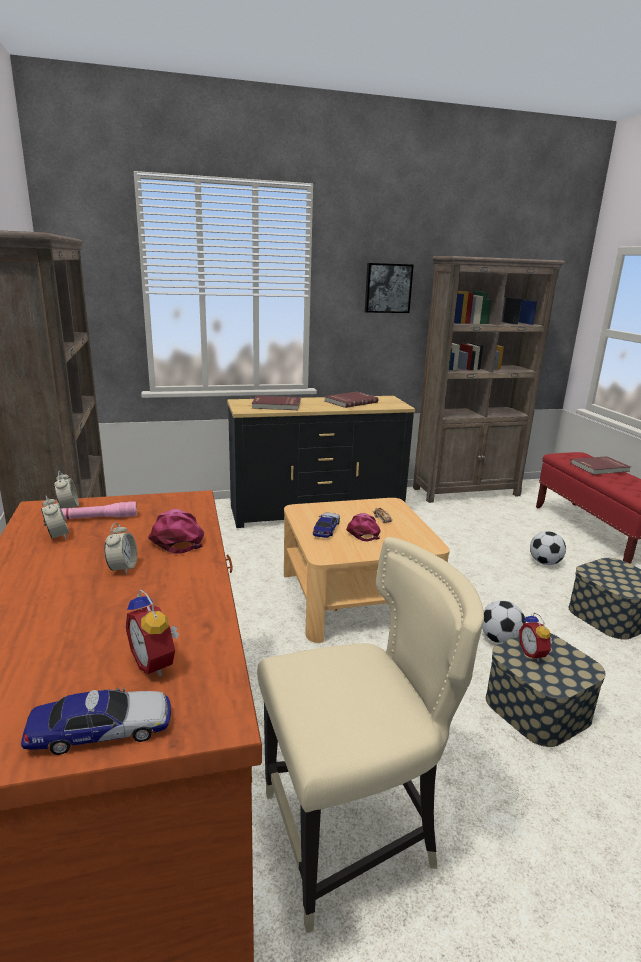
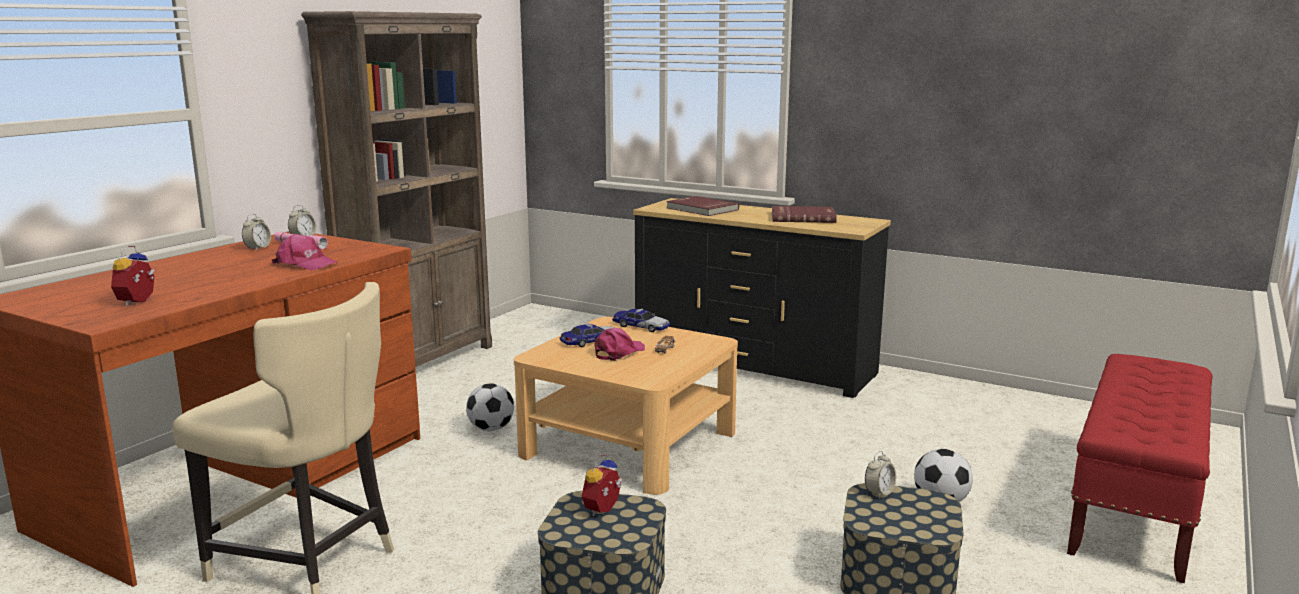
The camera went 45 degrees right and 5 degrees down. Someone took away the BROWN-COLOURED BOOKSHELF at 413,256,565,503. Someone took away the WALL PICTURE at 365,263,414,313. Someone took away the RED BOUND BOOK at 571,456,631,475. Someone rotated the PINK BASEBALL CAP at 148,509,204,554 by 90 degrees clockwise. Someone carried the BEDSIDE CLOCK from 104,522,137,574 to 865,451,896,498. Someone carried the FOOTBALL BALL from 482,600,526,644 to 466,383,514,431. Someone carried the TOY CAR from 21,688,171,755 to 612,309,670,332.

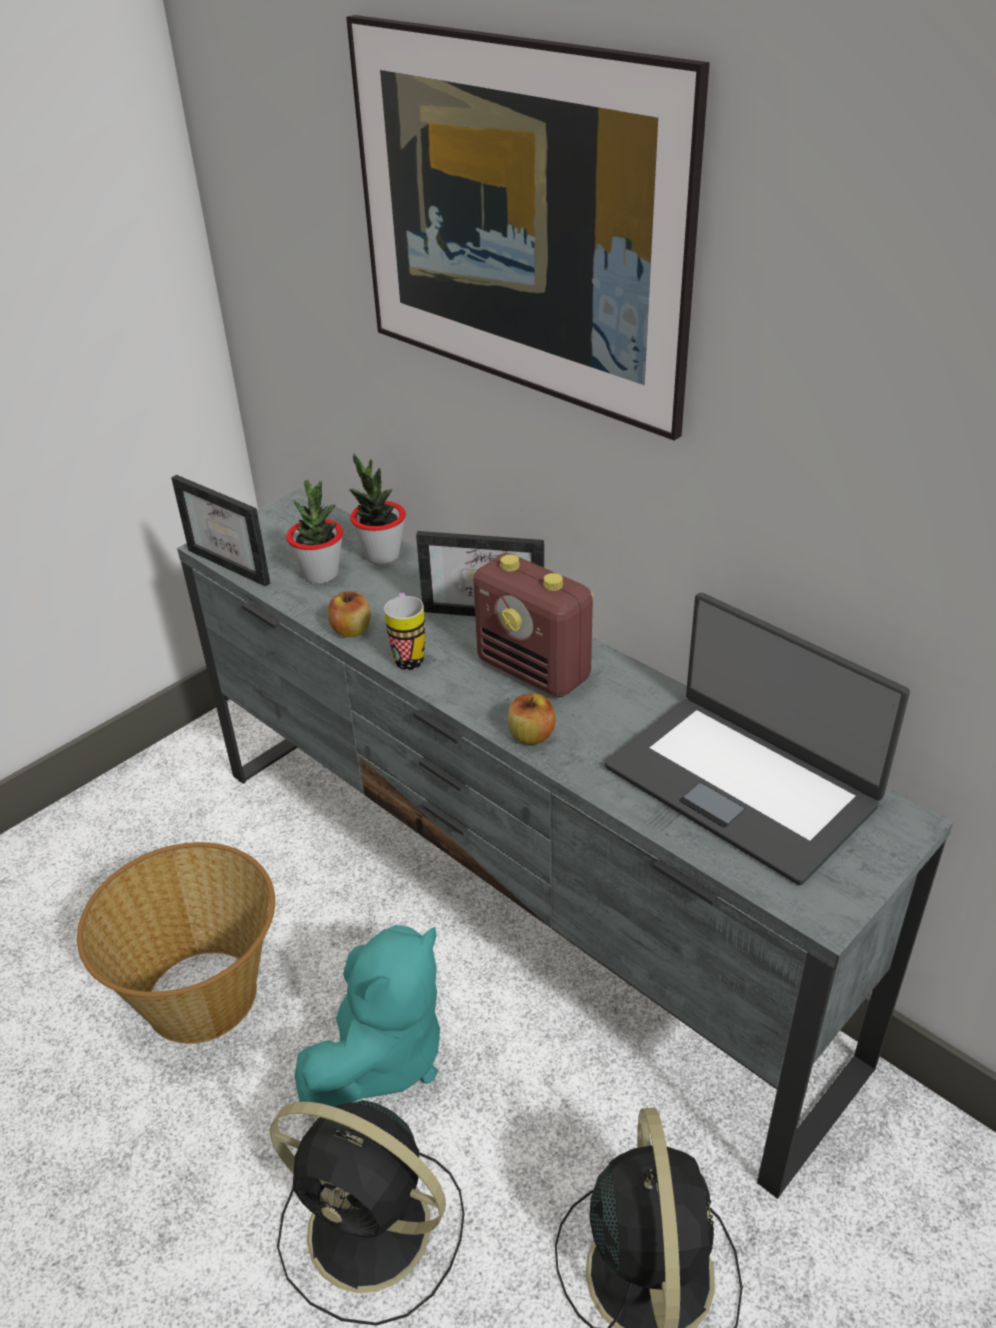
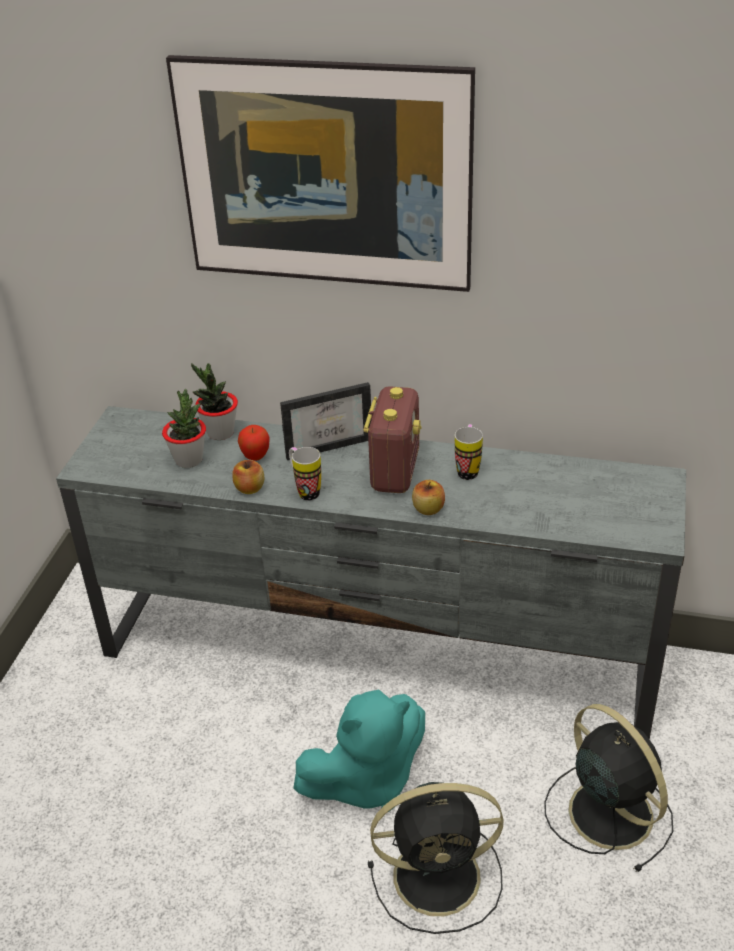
The camera went 30 degrees left and 0 degrees up. Someone took away the STANDING FRAME at 171,475,270,587. Someone rotated the RADIO RECEIVER at 473,553,593,698 by 90 degrees counterclockwise. Someone took away the LAPTOP at 605,593,910,885. Someone took away the STORAGE BASKET at 77,842,275,1044. Someone rotated the TURQUOISE PLUSH TOY at 295,925,440,1107 by 60 degrees clockwise. Someone put down the TEA MUG at 455,424,483,480. Someone put down the APPLE at 238,425,270,461.

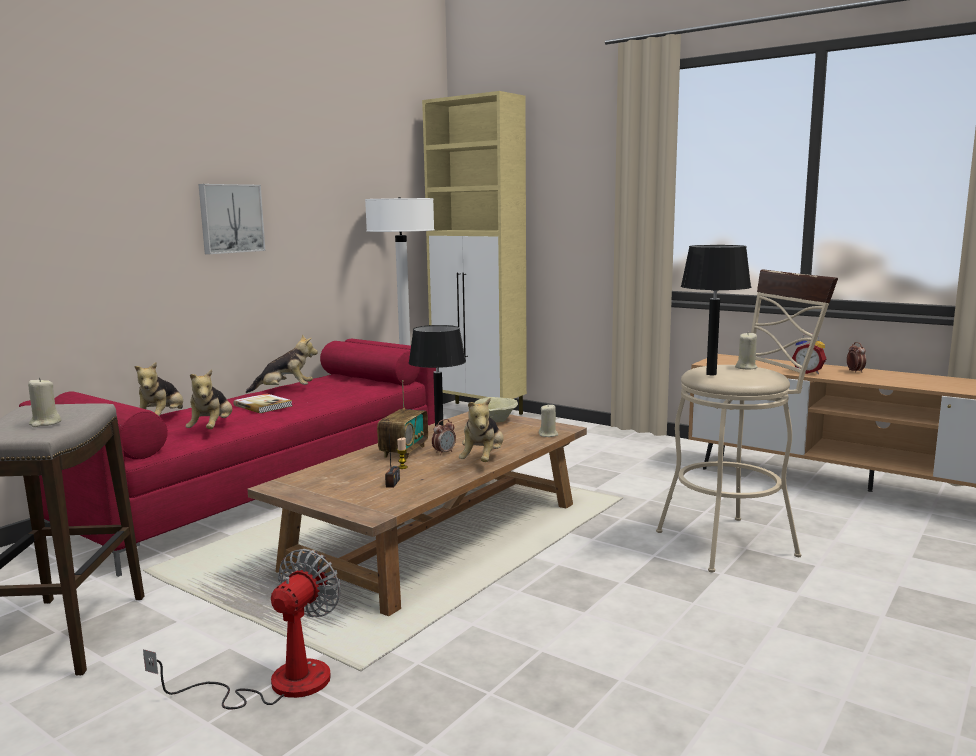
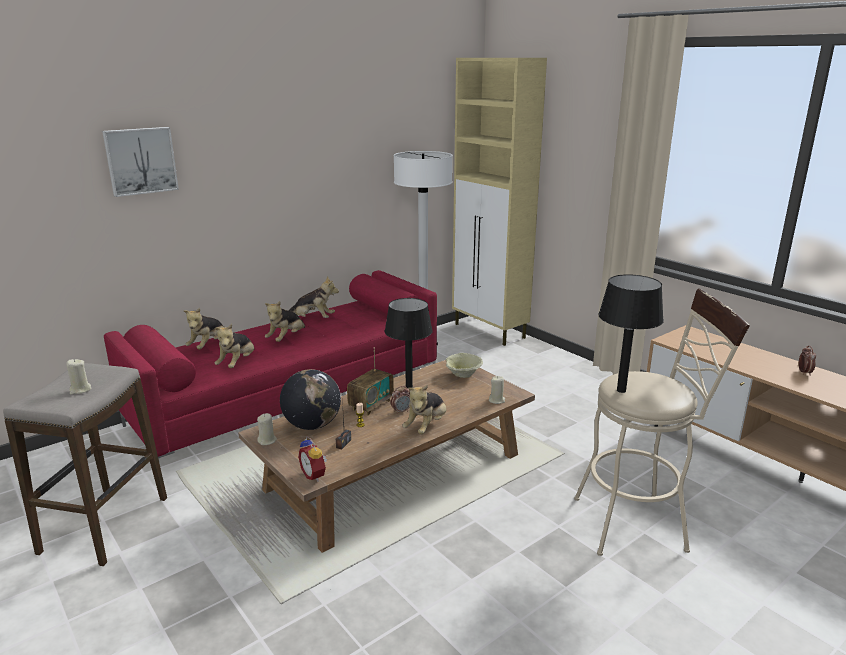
The camera went 15 degrees right and 10 degrees up. Someone carried the WALL PICTURE from 198,184,266,254 to 102,127,179,197. Someone carried the BEIGE-COLOURED WAX CANDLE from 735,333,757,370 to 257,413,277,445. Someone carried the BEDSIDE CLOCK from 792,333,826,374 to 298,436,327,482. Someone swapped the BOUND BOOK at 233,393,292,413 for the PLUSH TOY at 265,301,305,342. Someone took away the ELECTRIC FAN at 143,549,341,709. Someone put down the DESK GLOBE at 280,369,341,430.

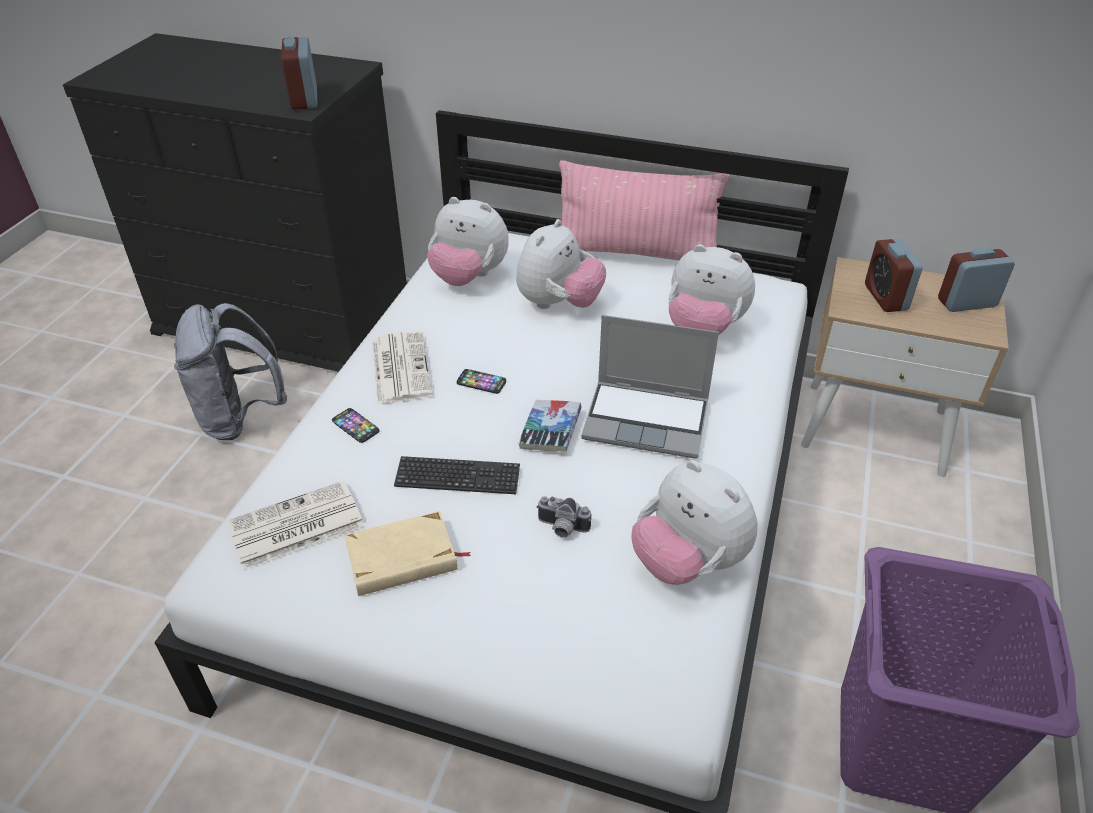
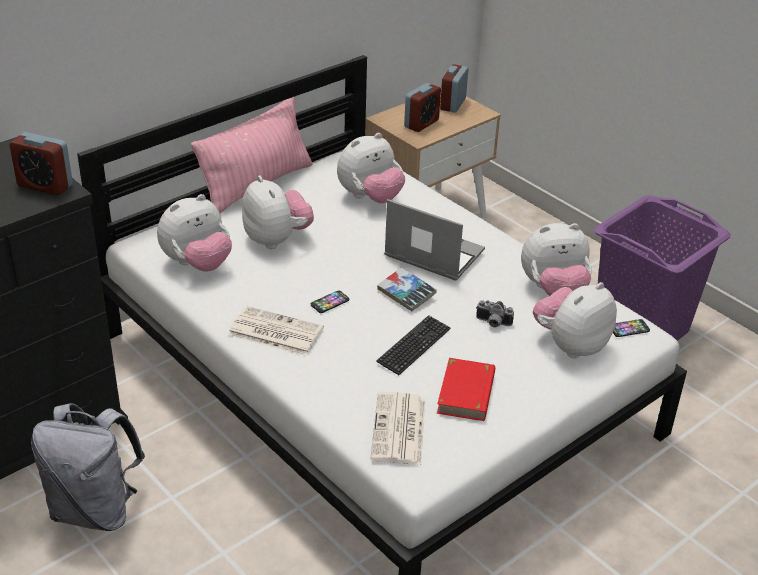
The camera went 60 degrees left and 5 degrees down. Someone rotated the BEDSIDE CLOCK at 865,239,923,312 by 75 degrees counterclockwise. Someone rotated the LAPTOP at 581,315,719,458 by 105 degrees counterclockwise. Someone carried the PHONE from 332,408,379,443 to 613,319,650,337. Someone rotated the STILL CAMERA at 536,496,591,538 by 60 degrees clockwise. Someone repainted the BEIGE-COLOURED BOUND BOOK at 344,511,471,596, which became the RED BOUND BOOK at 437,358,495,421. Someone put down the PLUSH TOY at 533,282,617,358.

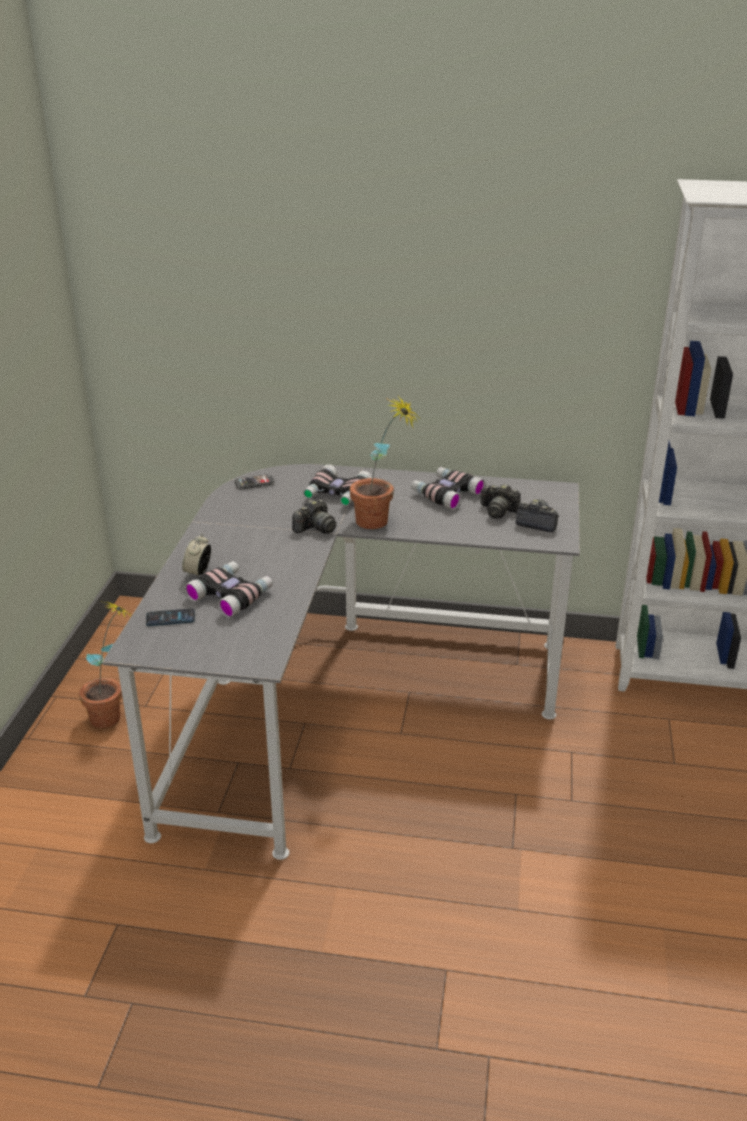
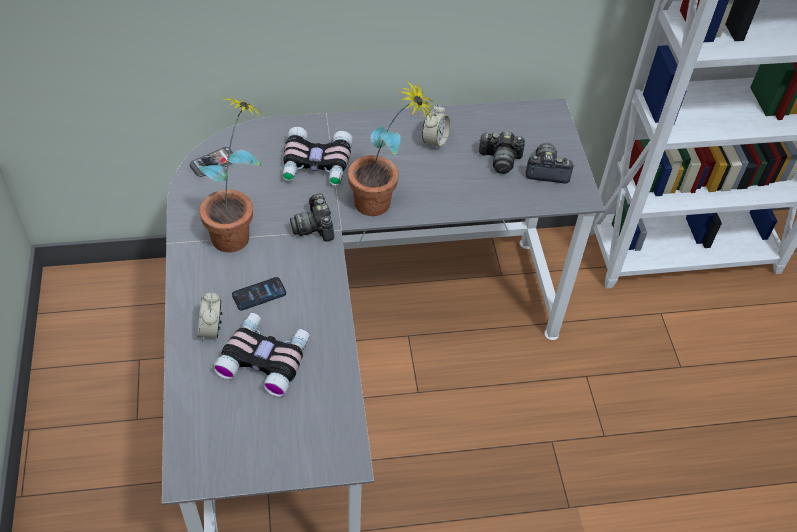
The camera went 20 degrees left and 20 degrees up. Someone swapped the FIELD GLASSES at 411,467,486,510 for the BEDSIDE CLOCK at 422,104,451,151. Someone rotated the STILL CAMERA at 292,499,336,534 by 135 degrees clockwise. Someone carried the HOUSEPLANT from 79,602,131,728 to 199,97,263,253. Someone carried the PHONE from 146,608,195,626 to 232,277,286,311.

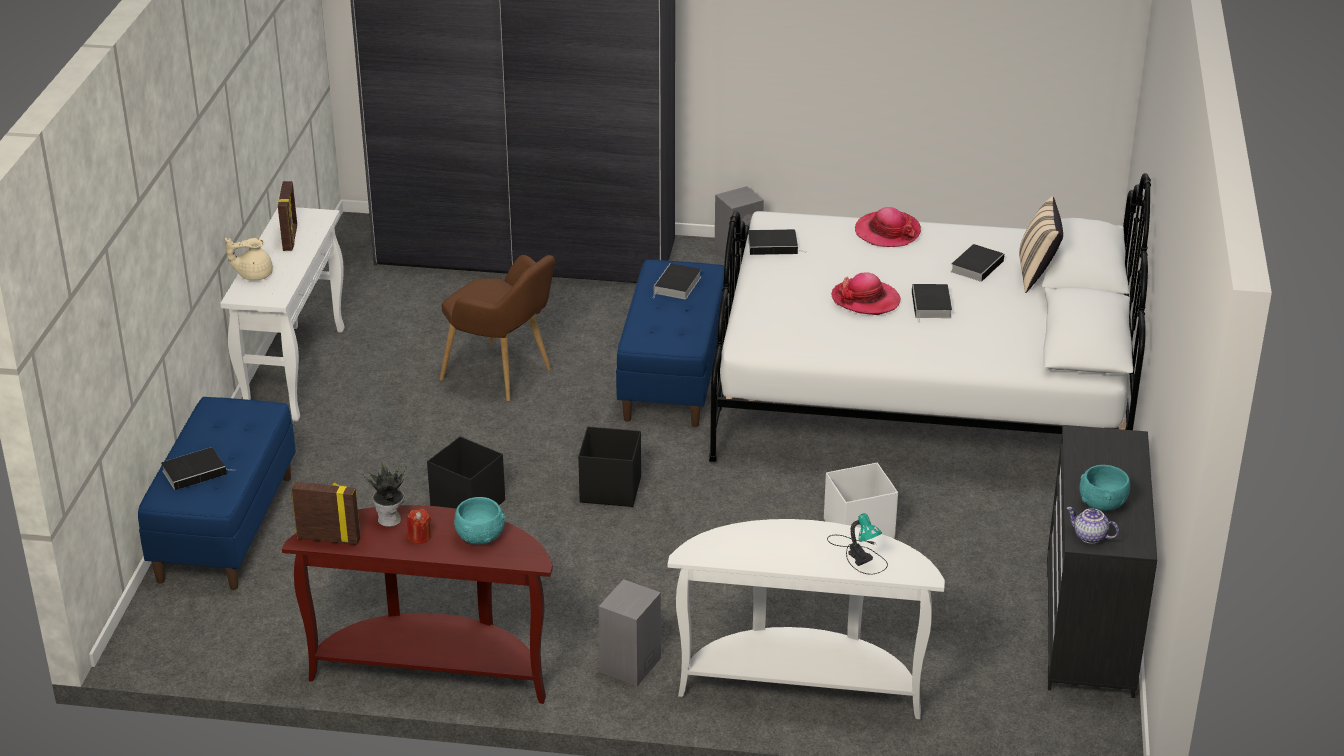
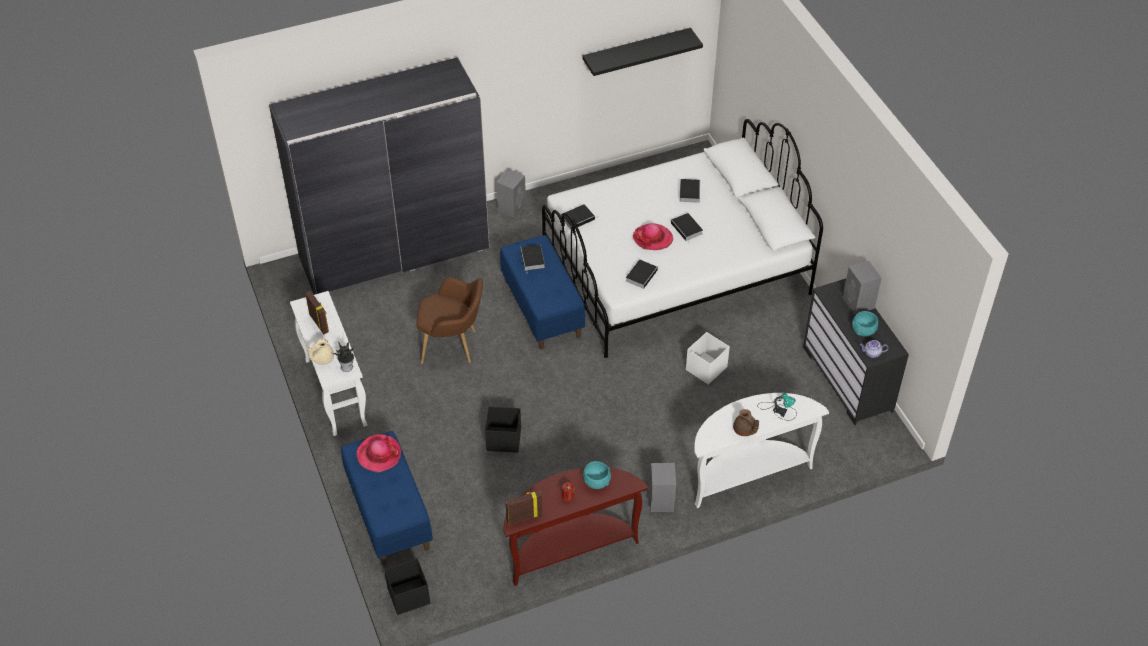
The camera went 30 degrees left and 15 degrees up. Someone took away the BEIGE-COLOURED THROW PILLOW at 1019,196,1063,293. Someone carried the WEARABLE HAT from 855,207,921,247 to 356,434,401,472. Someone carried the BLACK-COLOURED STORAGE BIN from 578,427,641,507 to 384,558,430,615. Someone carried the BOUND BOOK from 161,447,234,490 to 626,260,658,289. Someone carried the HOUSEPLANT from 362,460,406,527 to 331,341,354,372. Someone put up the BLACK-COLOURED WALL SHELF at 582,28,703,76. Someone put down the GREYISH LOUDSPEAKER at 843,260,882,315. Someone put down the BROWN-COLOURED TEA POT at 733,409,759,436.

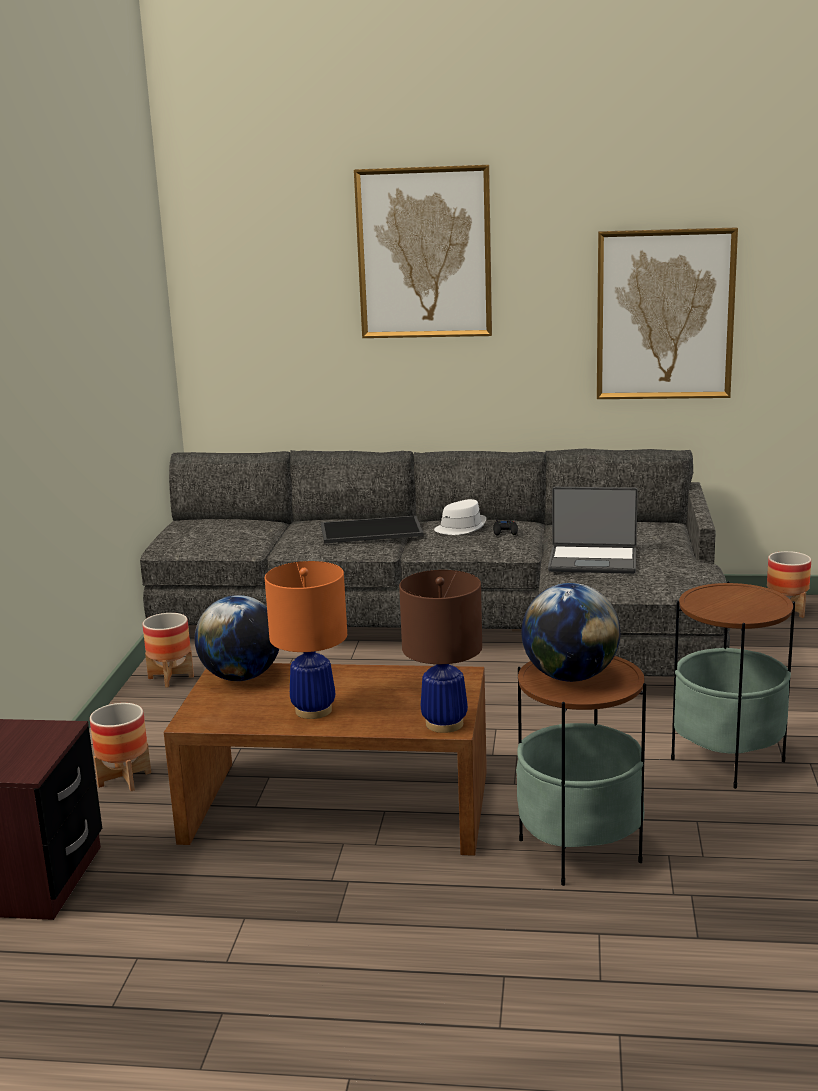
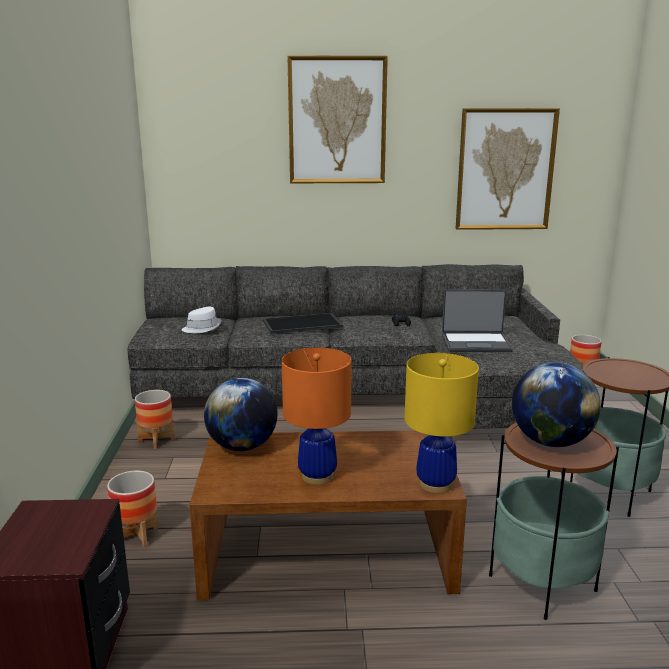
The camera went 10 degrees left and 0 degrees up. Someone carried the WHITE-COLOURED WEARABLE HAT from 434,499,486,535 to 182,307,221,333. Someone repainted the BROWN-COLOURED LAMP FOR A TABLE at 399,570,482,733, which became the YELLOWISH LAMP FOR A TABLE at 405,353,479,493.

